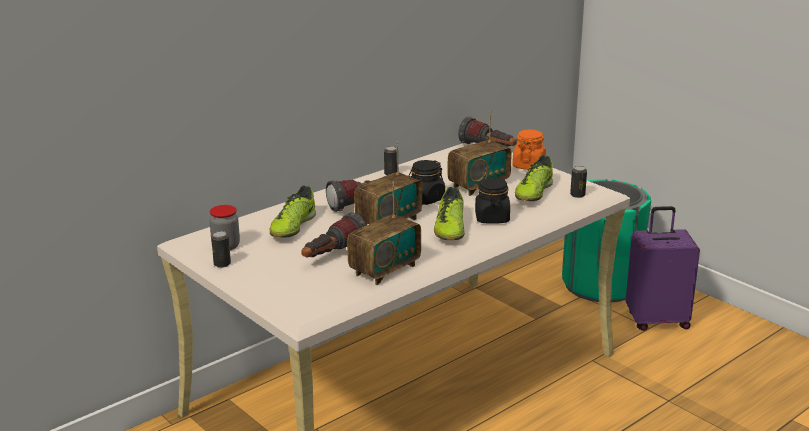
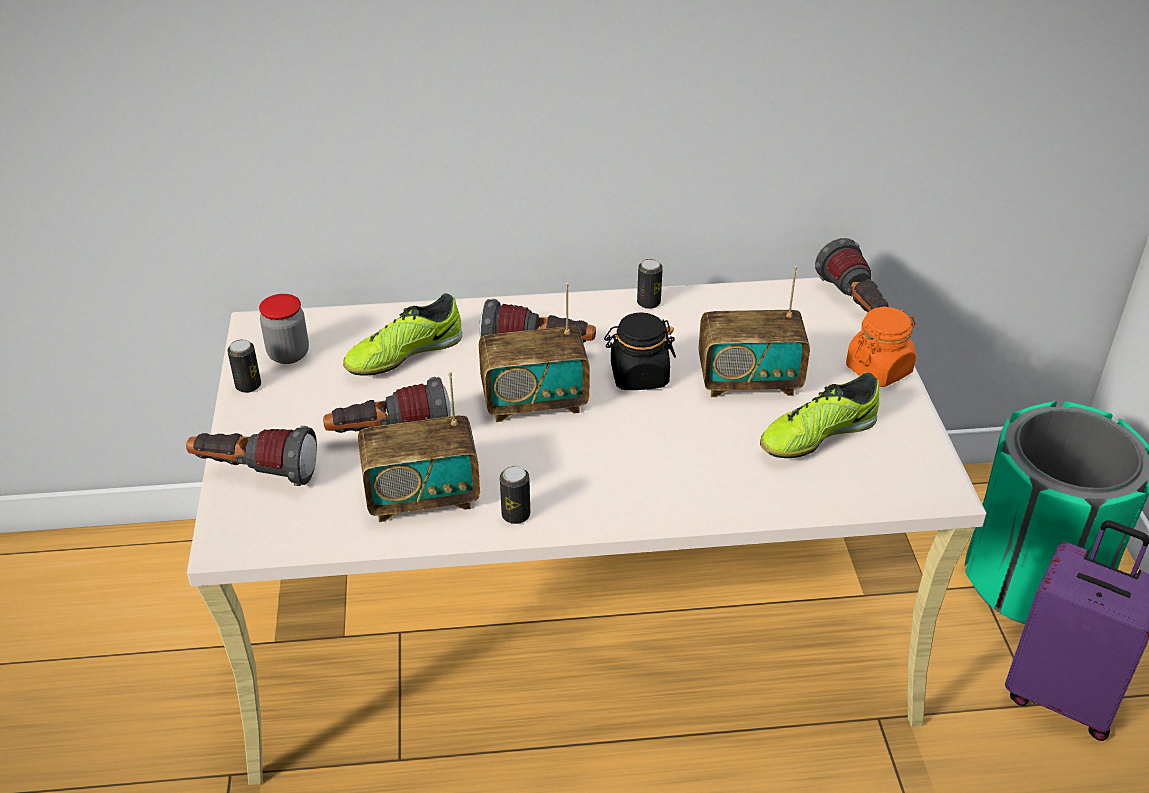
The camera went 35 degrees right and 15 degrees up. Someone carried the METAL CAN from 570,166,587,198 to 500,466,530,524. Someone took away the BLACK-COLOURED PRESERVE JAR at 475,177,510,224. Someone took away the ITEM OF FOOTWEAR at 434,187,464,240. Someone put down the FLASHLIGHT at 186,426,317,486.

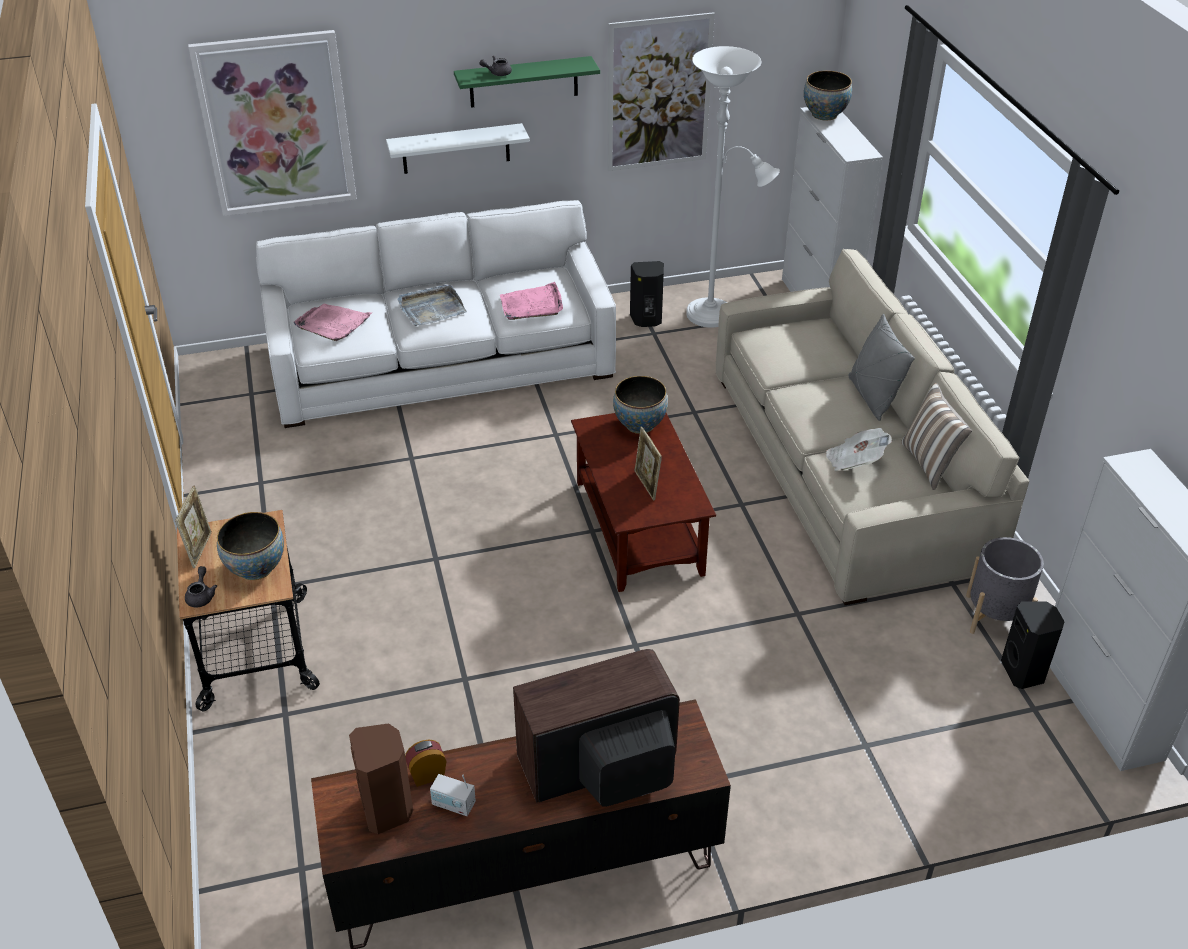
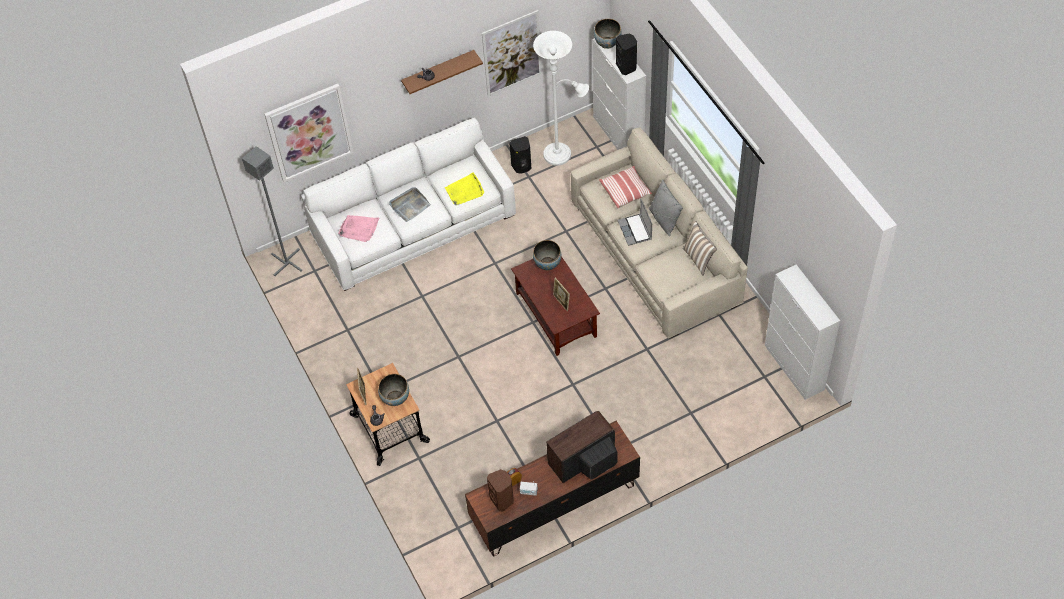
The camera went 10 degrees left and 15 degrees up. Someone repainted the GREEN-COLOURED WALL SHELF at 454,56,600,108, which became the BROWN-COLOURED WALL SHELF at 401,50,483,94. Someone took away the WHITE-COLOURED WALL SHELF at 386,123,530,174. Someone repainted the PINK CARRYING TRAY at 500,282,563,320, which became the YELLOWISH CARRYING TRAY at 445,172,484,205. Someone took away the PRINTED PAPER at 825,428,892,471. Someone took away the GREYISH PLANTER at 966,537,1044,634. Someone carried the BLACK-COLOURED LOUDSPEAKER from 1001,602,1065,689 to 616,34,637,75. Someone put down the GREYISH STANDING LAMP at 242,146,302,276. Someone put down the THROW PILLOW at 599,166,652,208. Someone put down the LAPTOP at 617,199,652,246.

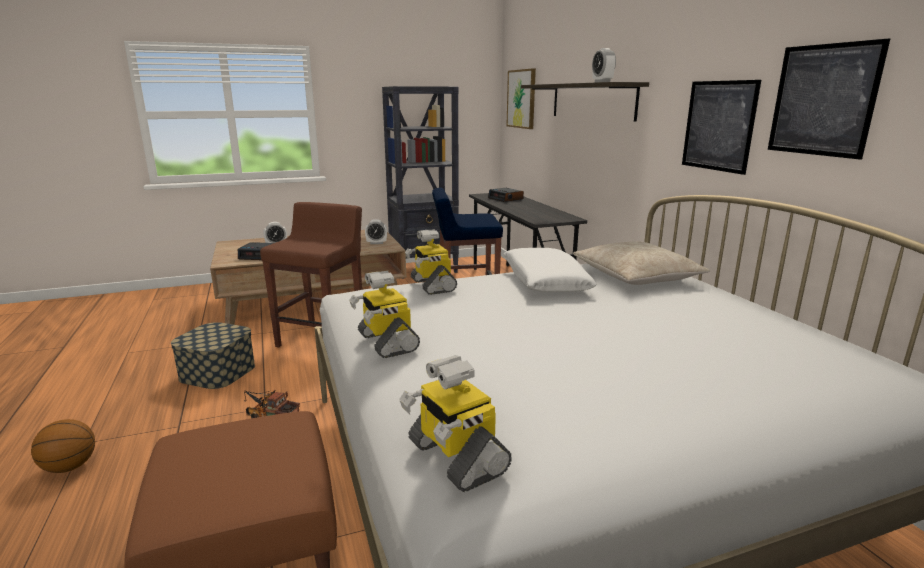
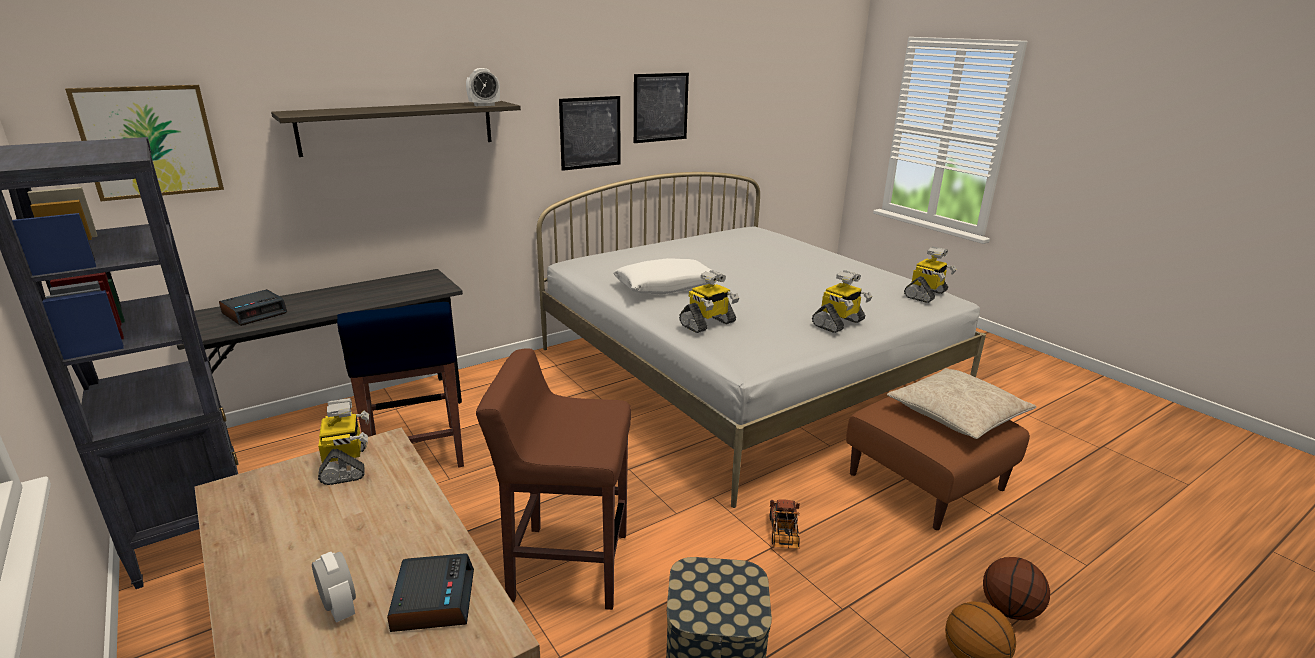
The camera went 105 degrees left and 5 degrees up. Someone swapped the BEDSIDE CLOCK at 365,219,387,244 for the ROBOT FIGURE at 318,398,369,485. Someone carried the BEIGE-COLOURED THROW PILLOW from 573,241,710,285 to 887,368,1037,439. Someone put down the BALL FOR BASKETBALL at 983,557,1050,620.

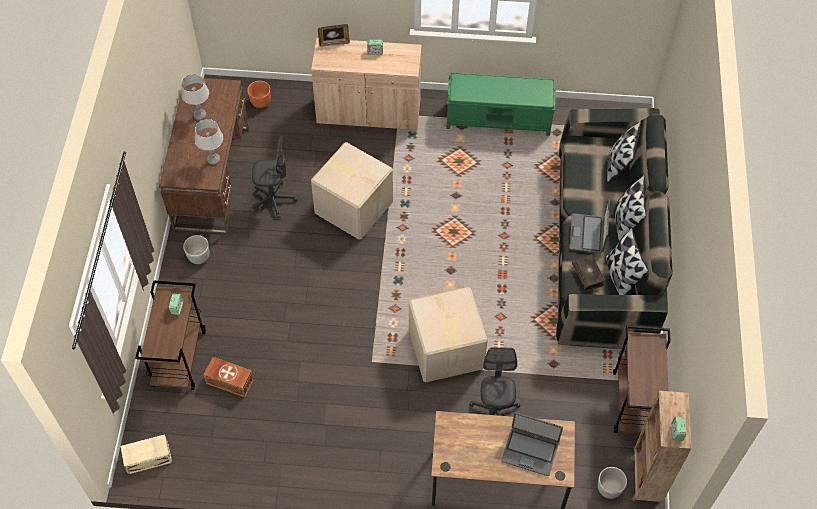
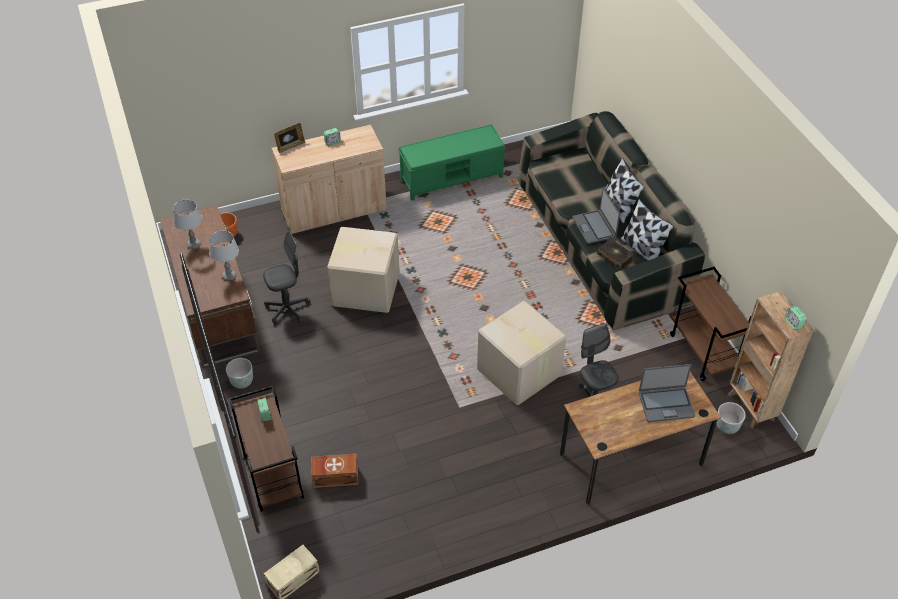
The camera went 25 degrees left and 10 degrees down. Someone took away the THROW PILLOW at 607,121,641,183.

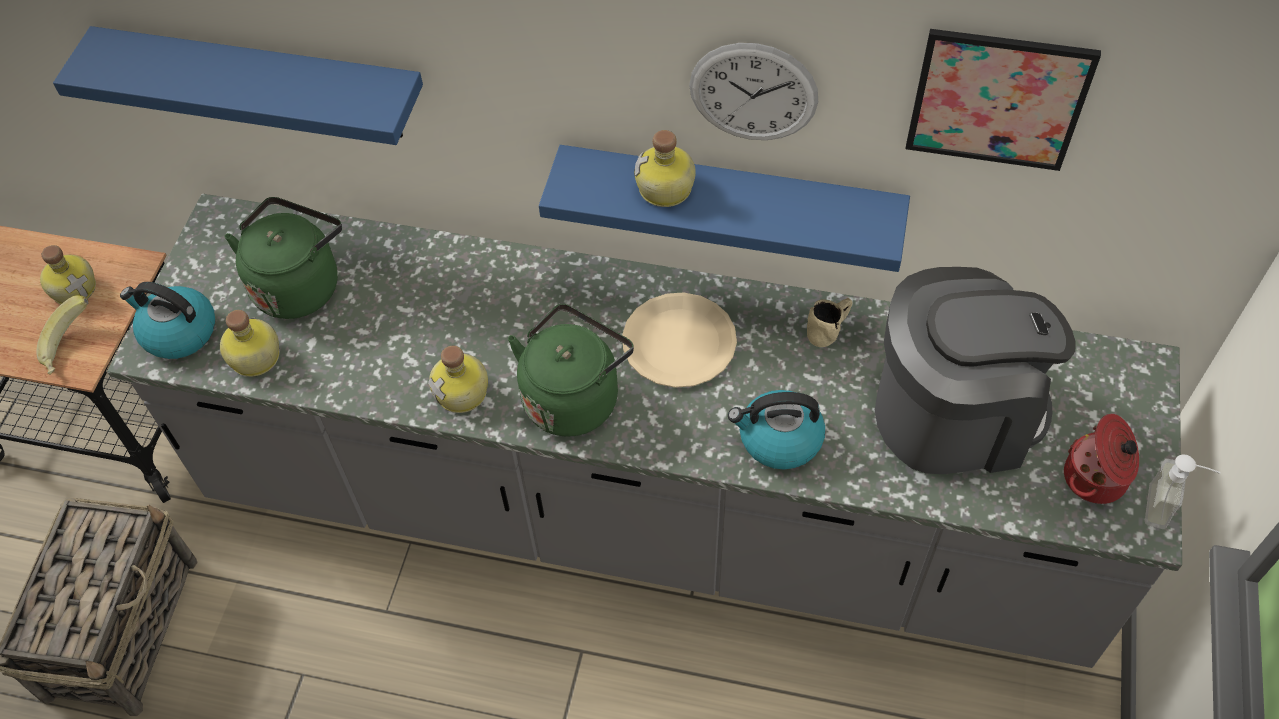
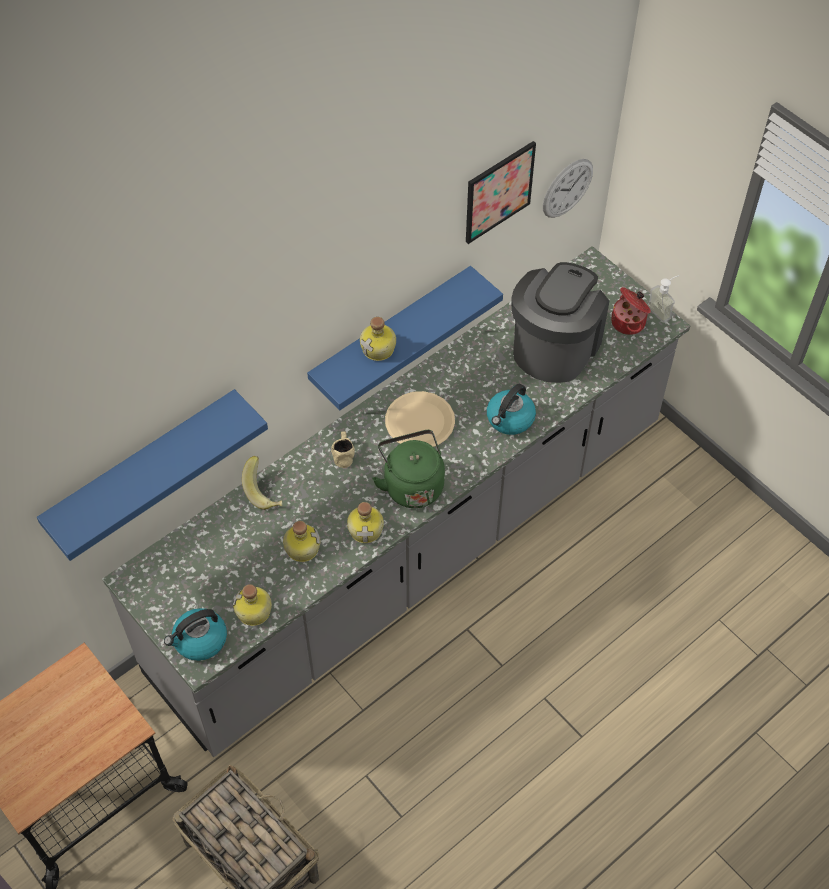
The camera went 55 degrees left and 0 degrees up. Someone carried the CLOCK ON THE WALL from 689,43,818,140 to 543,159,593,218. Someone took away the GREEN-COLOURED WATER KETTLE at 224,197,342,319. Someone carried the DRINK BOTTLE from 40,245,96,304 to 283,521,321,562. Someone carried the BANANA from 36,295,89,374 to 242,456,282,510. Someone carried the BEIGE-COLOURED TEA MUG from 807,298,853,347 to 331,431,355,468.

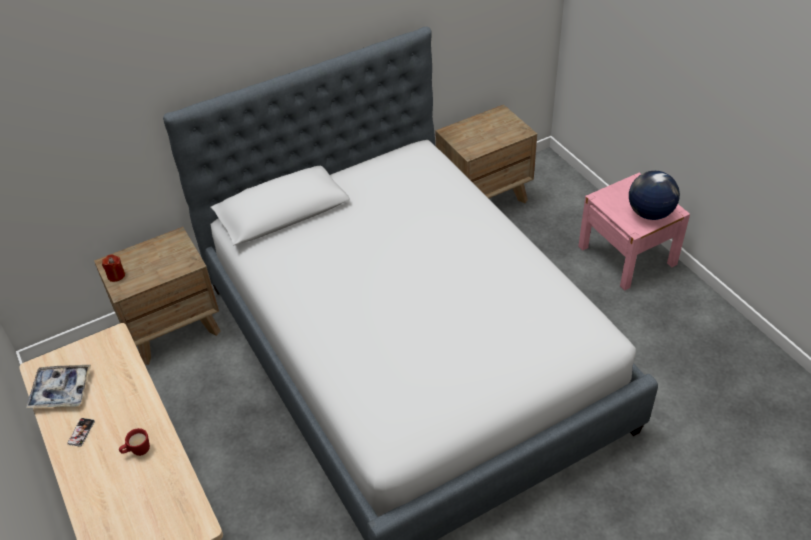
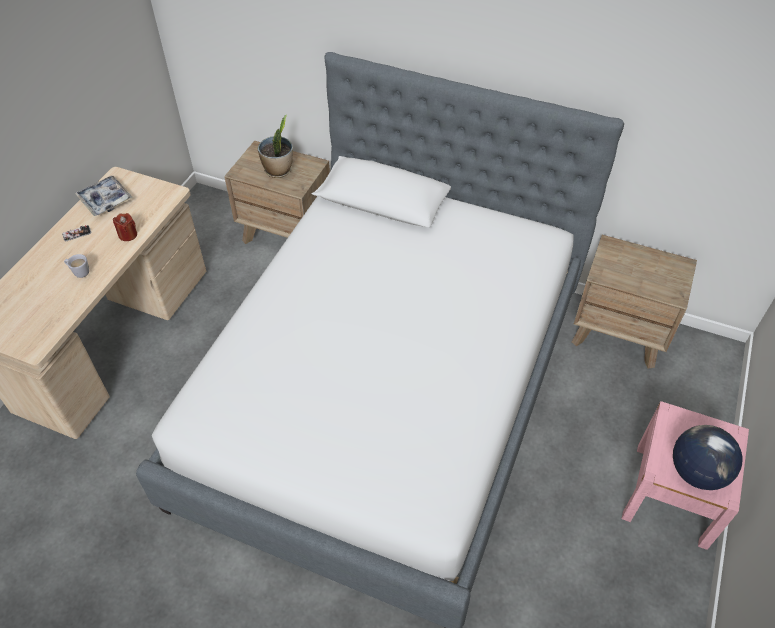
The camera went 50 degrees right and 5 degrees up. Someone carried the RED WAX CANDLE from 102,254,125,282 to 113,213,137,241. Someone repainted the RED TEA MUG at 119,428,150,456, which became the WHITE-COLOURED TEA MUG at 64,254,89,278. Someone put down the HOUSEPLANT at 258,115,293,178.

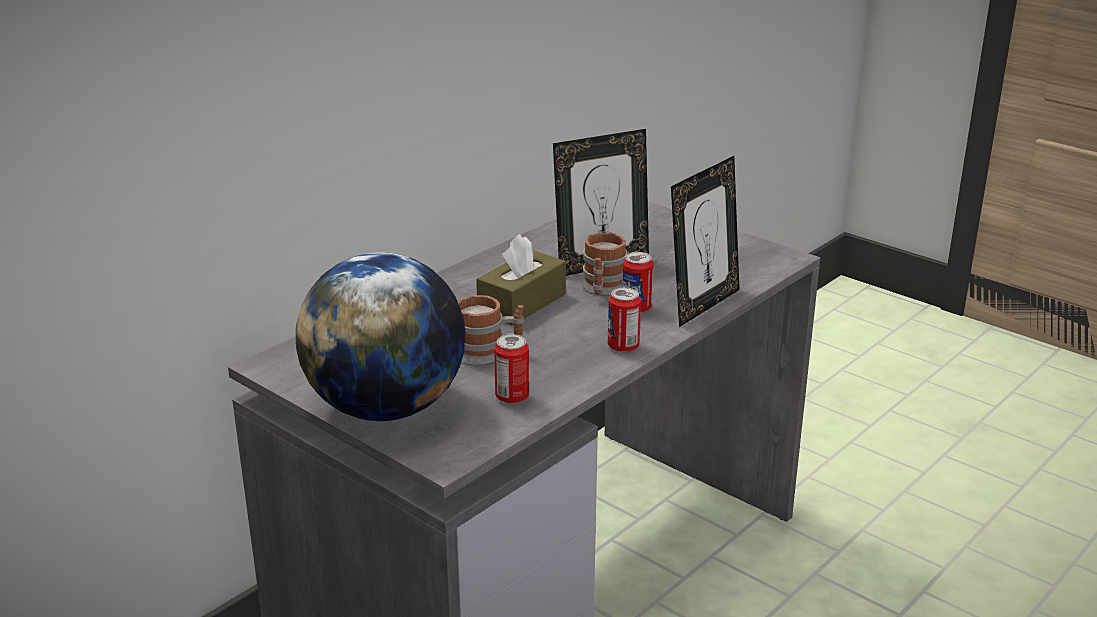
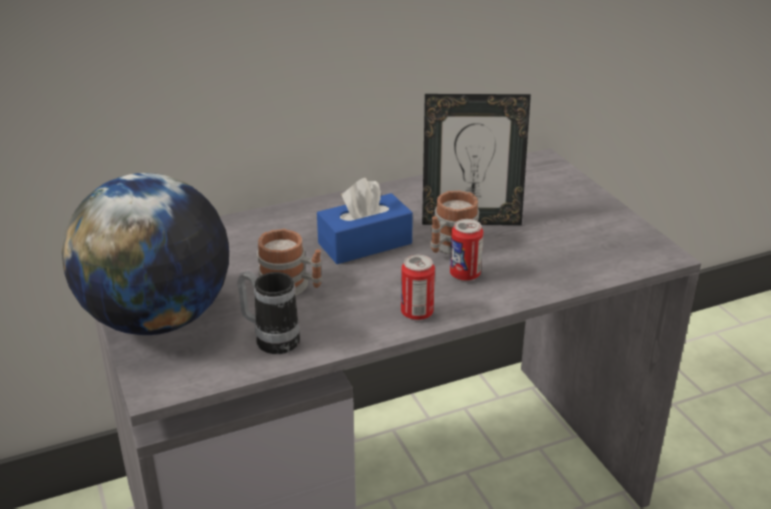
The camera went 25 degrees right and 5 degrees up. Someone took away the STANDING FRAME at 671,156,740,327. Someone repainted the BROWN-COLOURED BOX OF TISSUES at 476,234,566,326, which became the BLUE-COLOURED BOX OF TISSUES at 317,178,413,264. Someone swapped the METAL CAN at 494,334,529,404 for the TEA MUG at 237,271,300,354.

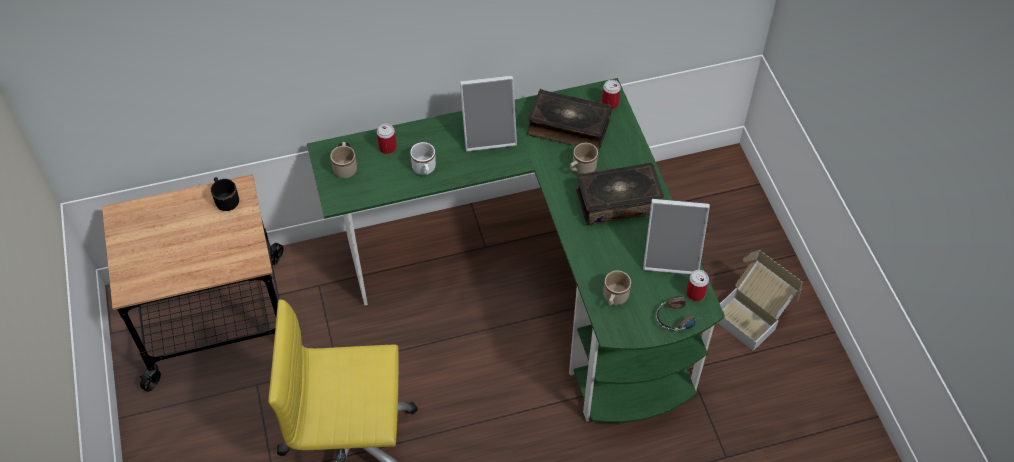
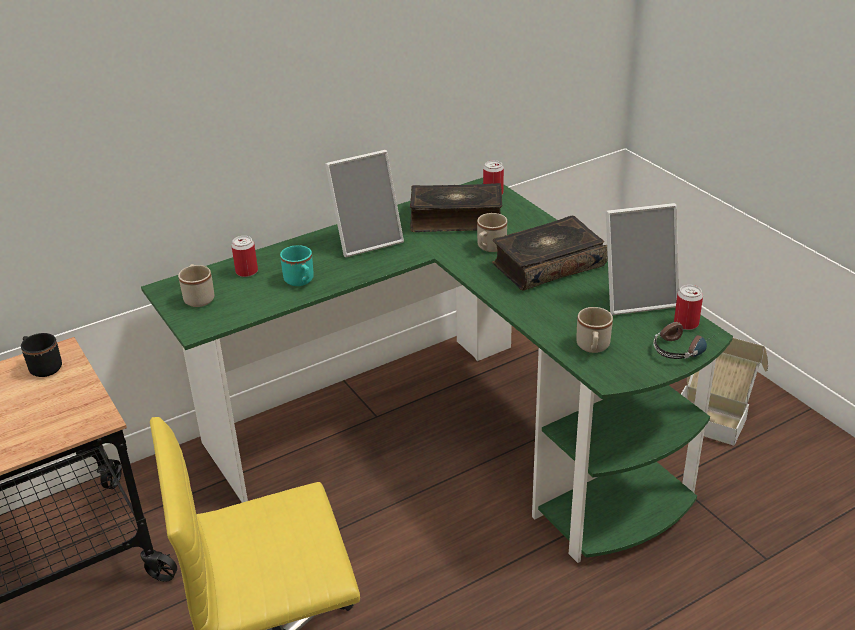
The camera went 15 degrees left and 20 degrees down. Someone repainted the WHITE-COLOURED TEA MUG at 410,142,436,175, which became the TURQUOISE TEA MUG at 280,245,314,286.

